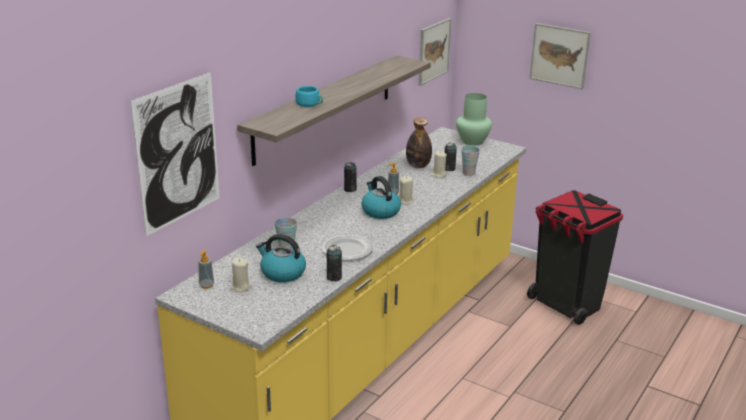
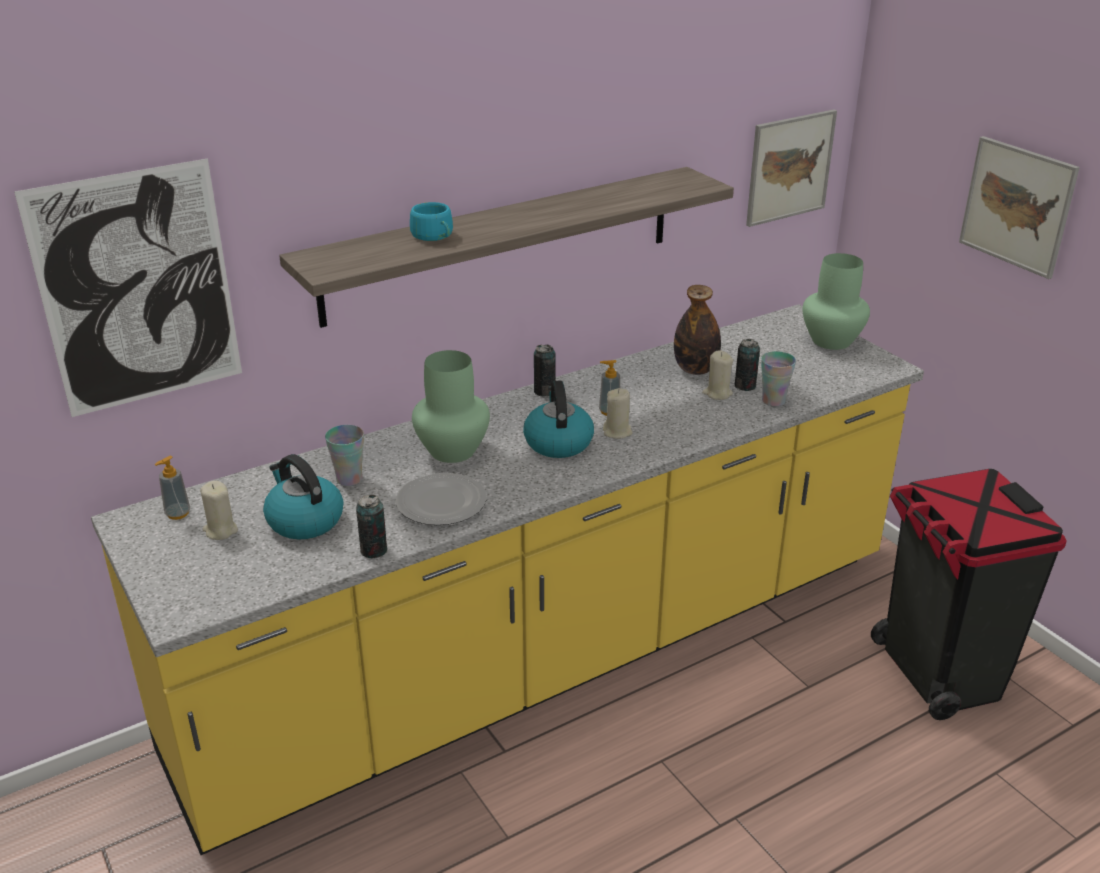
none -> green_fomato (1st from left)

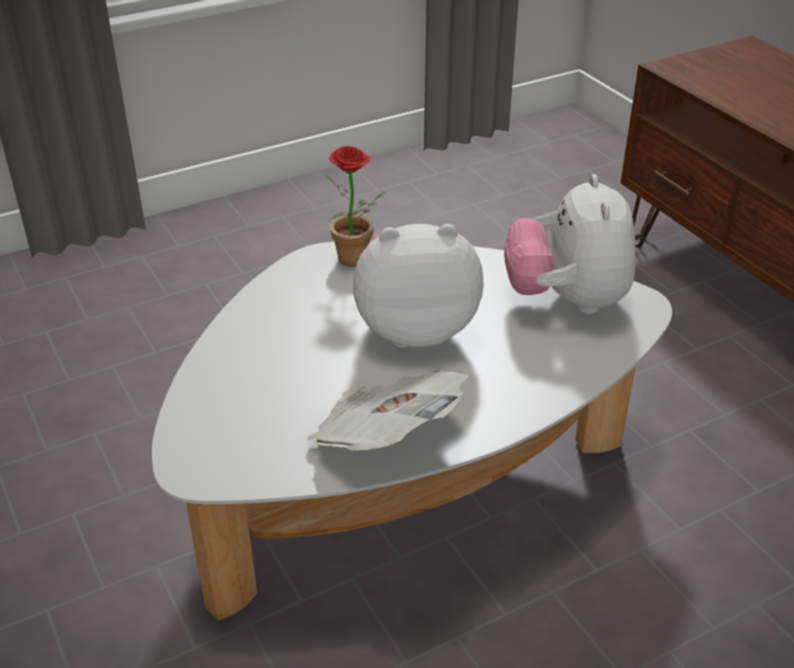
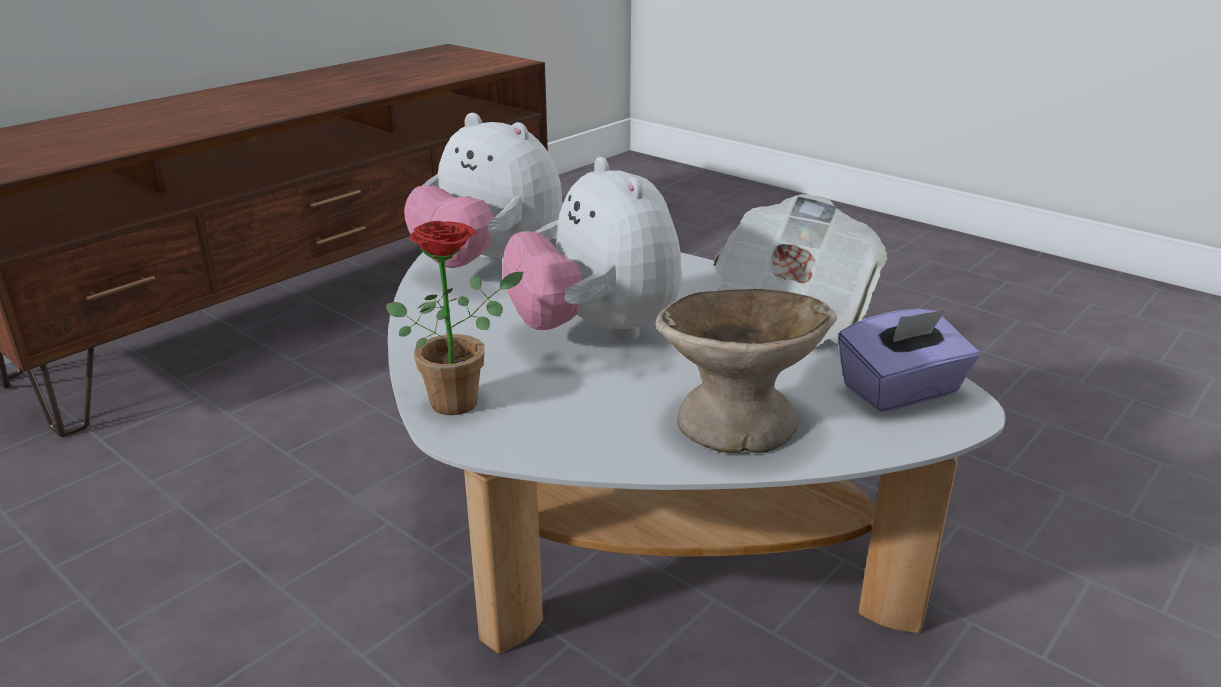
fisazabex (2nd from left in the first image) -> fisazabex (1st from left), 60 degrees clockwise
none -> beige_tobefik
none -> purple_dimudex

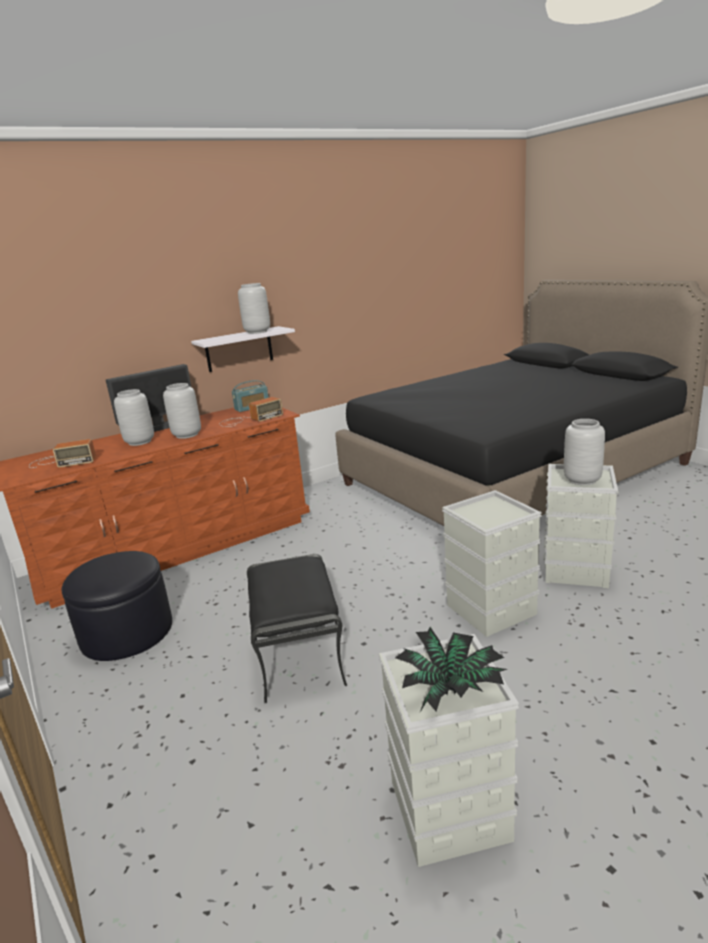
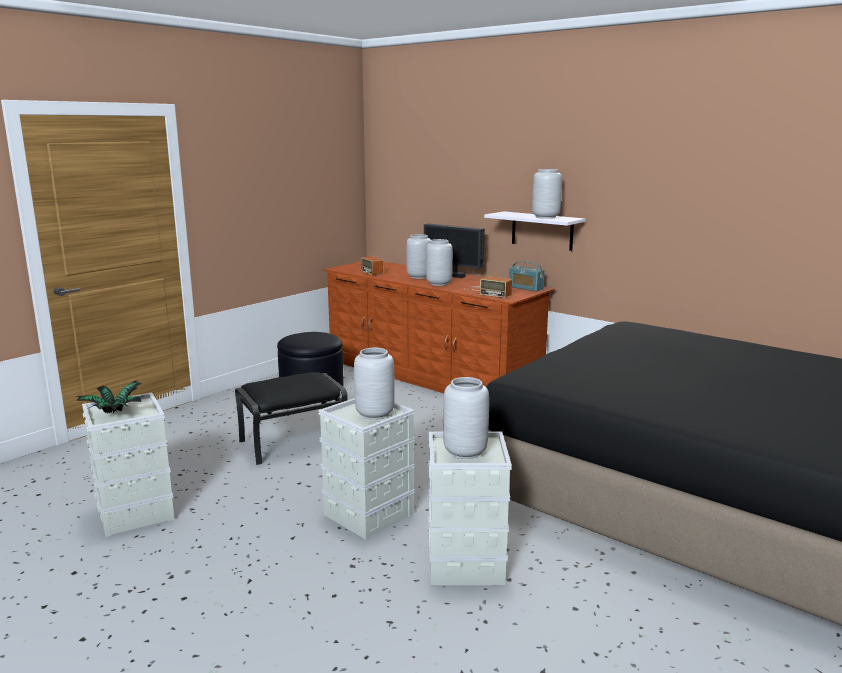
none -> grey_fomato (1st from left)

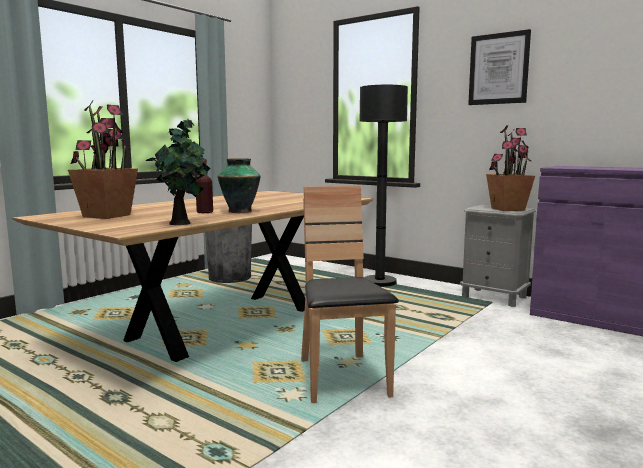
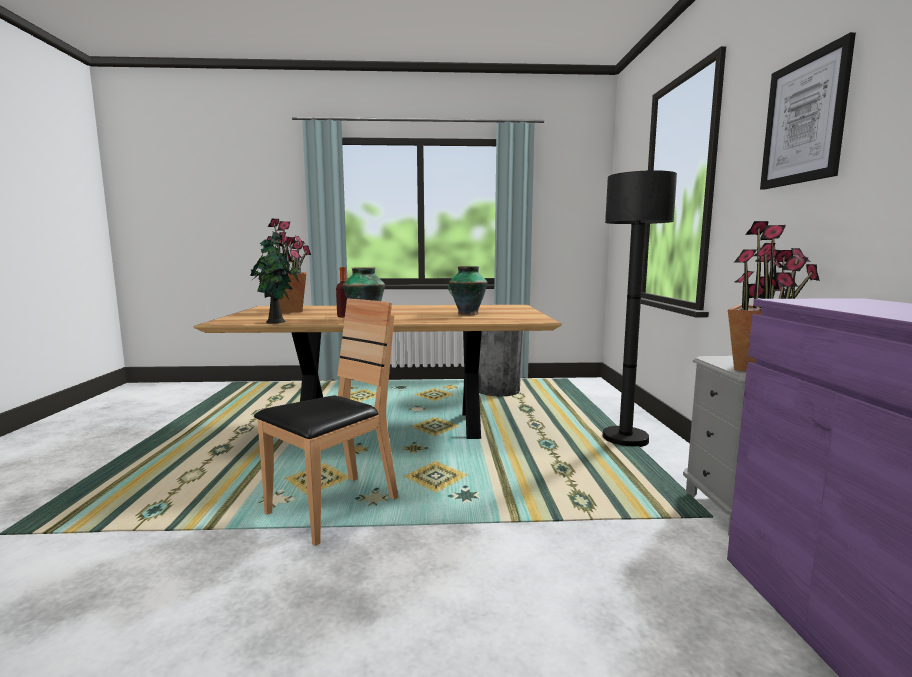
none -> fomato (2nd from left)

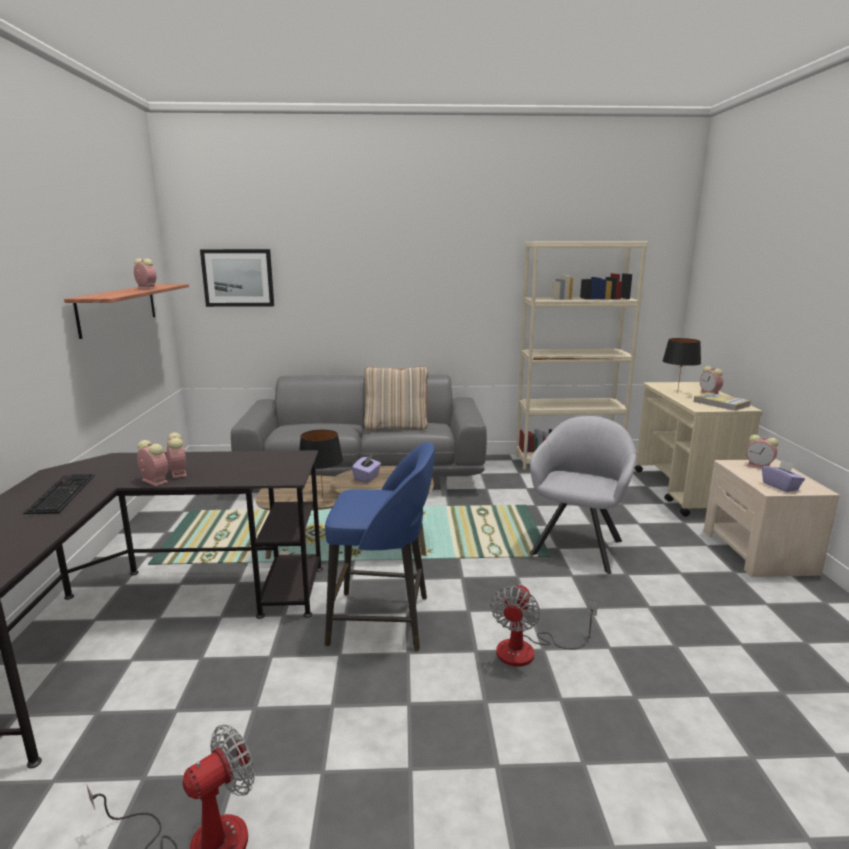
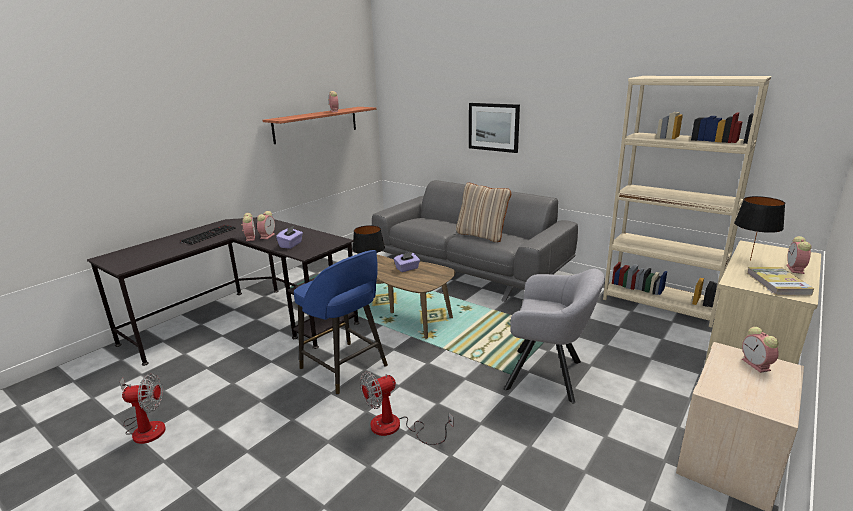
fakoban, moved
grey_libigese, 45 degrees clockwise
purple_dimudex (2nd from left in the first image) -> purple_dimudex (1st from left), moved

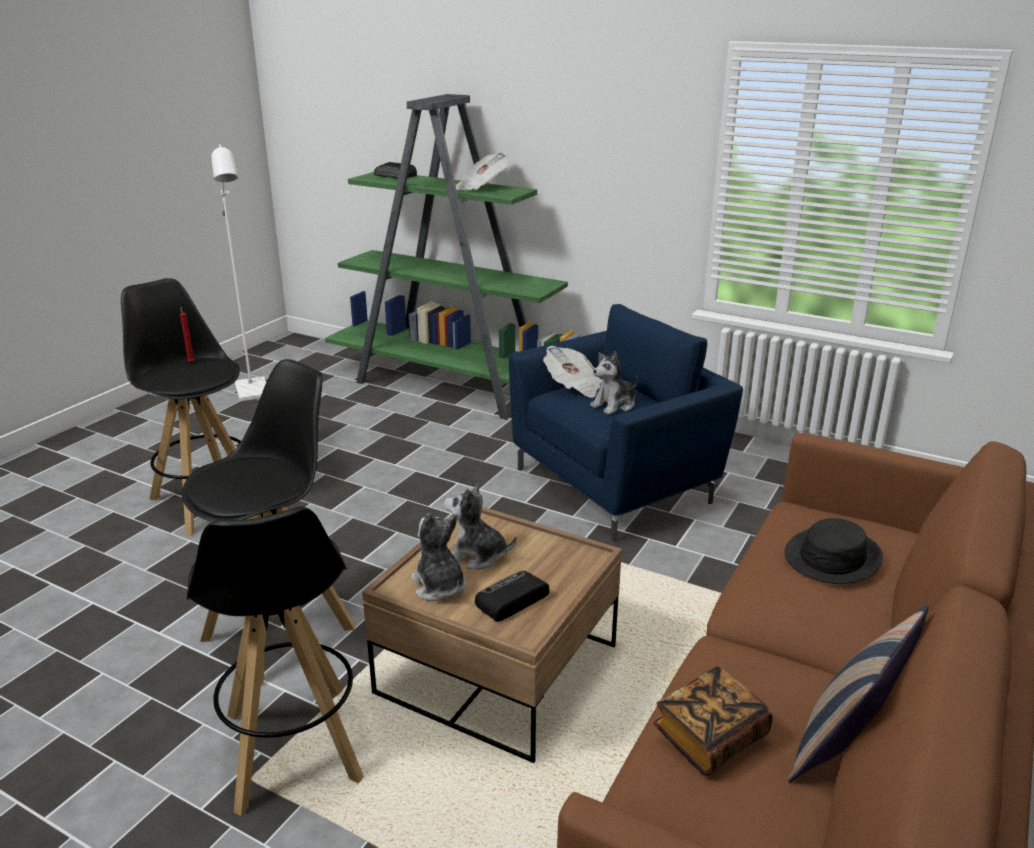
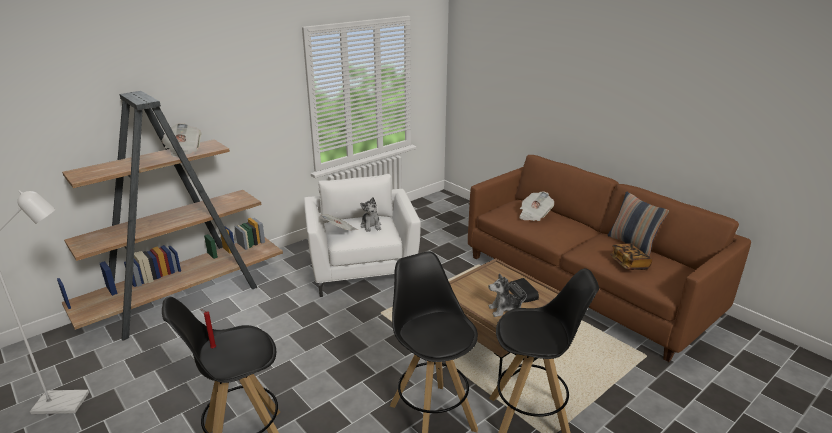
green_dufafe -> brown_dufafe
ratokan (1st from left) -> none
blue_libigese -> white_libigese
fisazabex (2nd from left) -> none
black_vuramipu -> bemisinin (3rd from left)

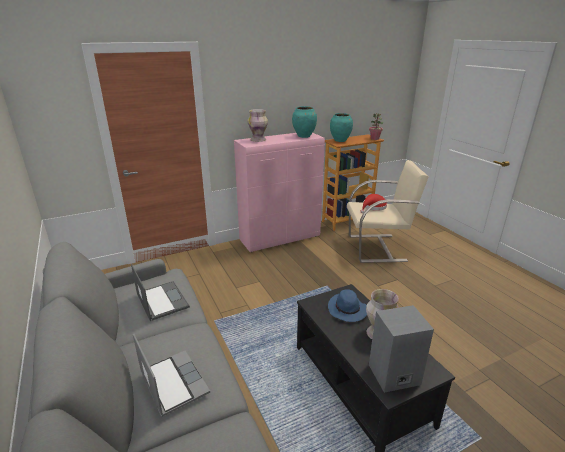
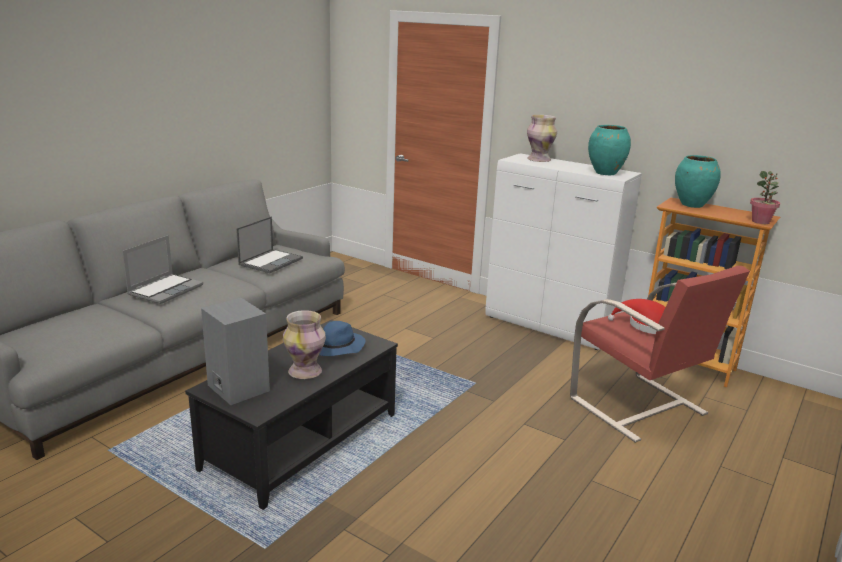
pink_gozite -> white_gozite
beige_libigese -> red_libigese

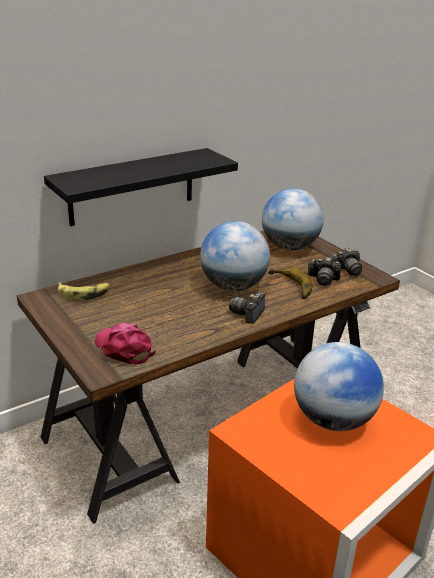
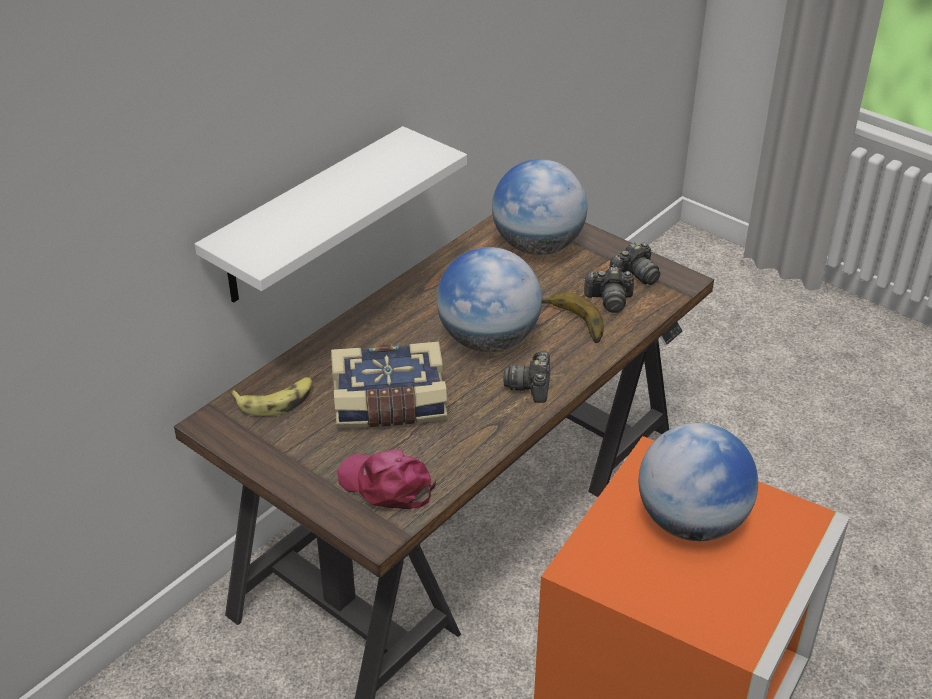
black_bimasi -> white_bimasi
none -> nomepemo

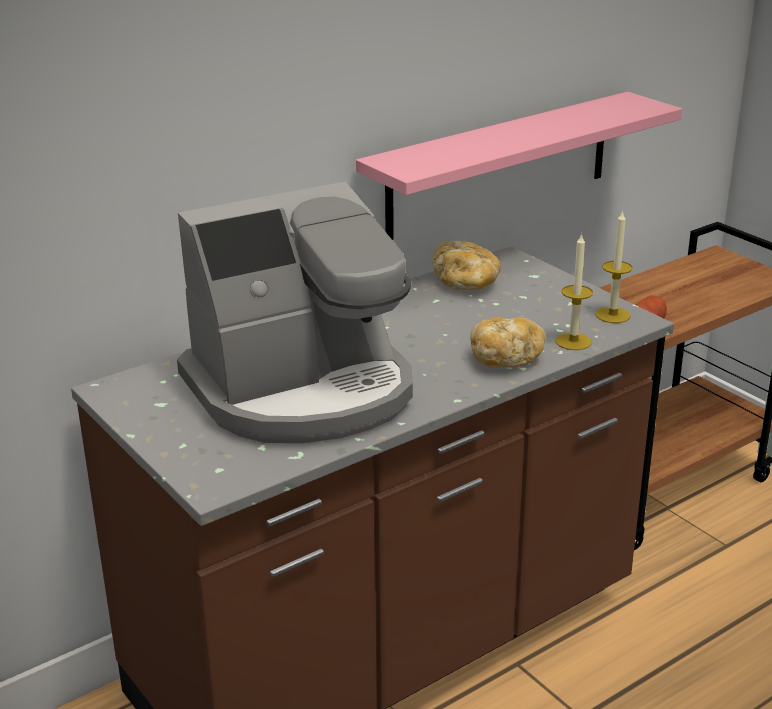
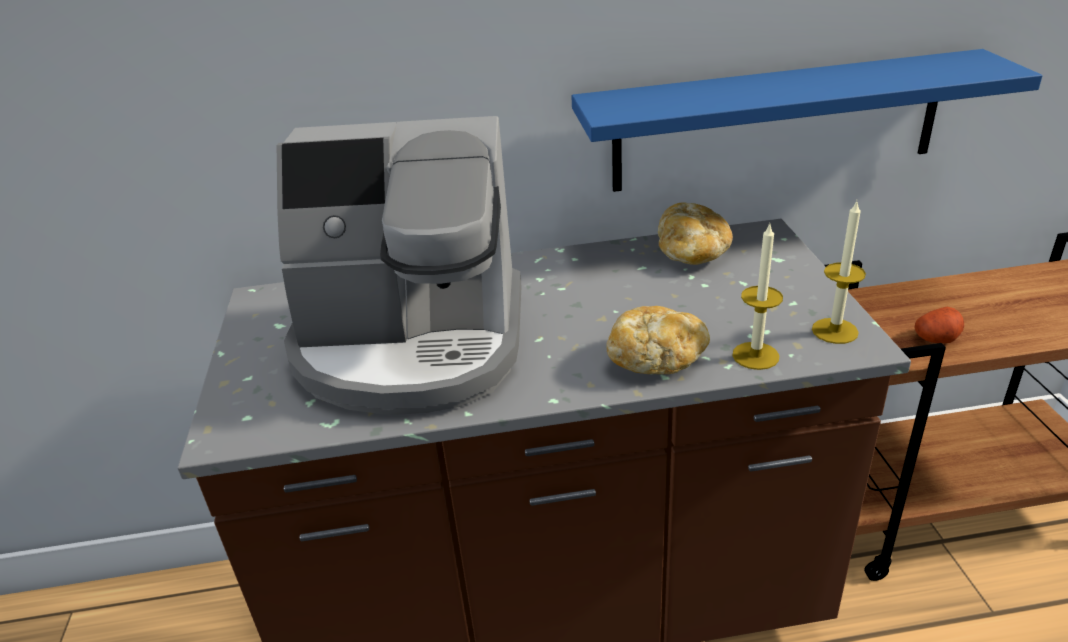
pink_bimasi -> blue_bimasi

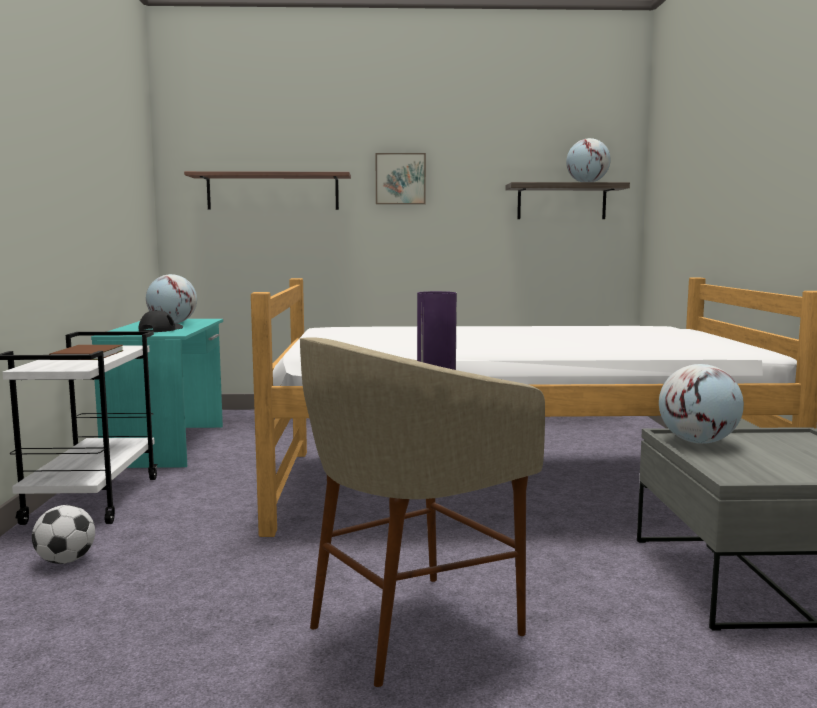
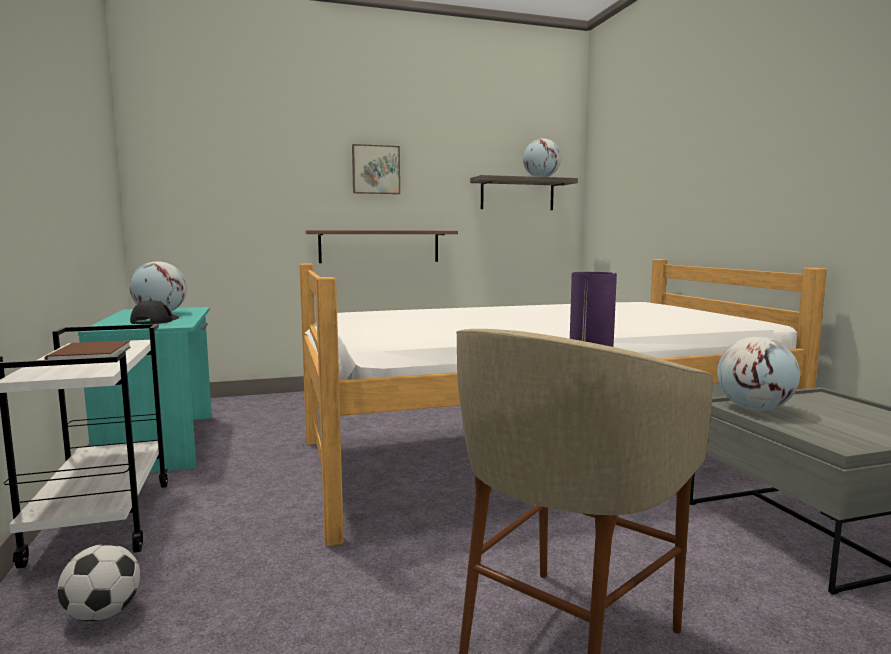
bimasi (1st from left), moved

